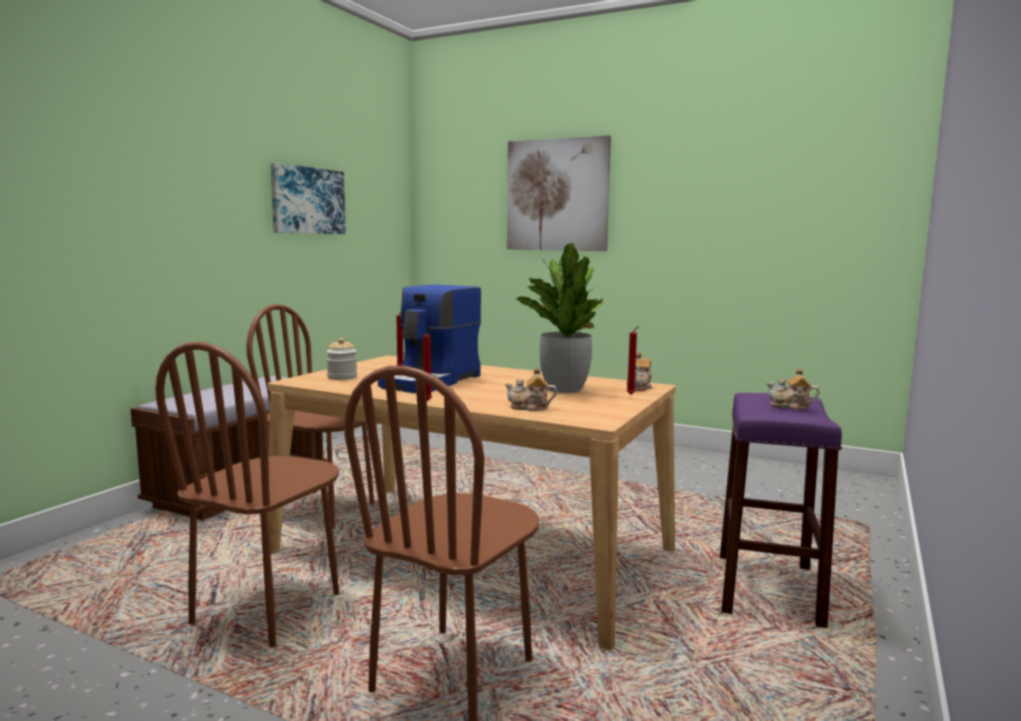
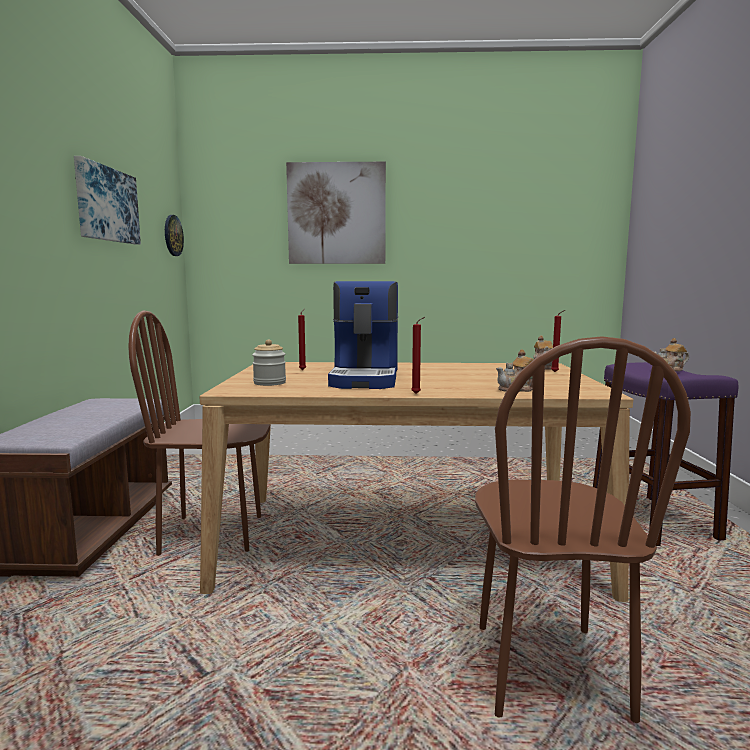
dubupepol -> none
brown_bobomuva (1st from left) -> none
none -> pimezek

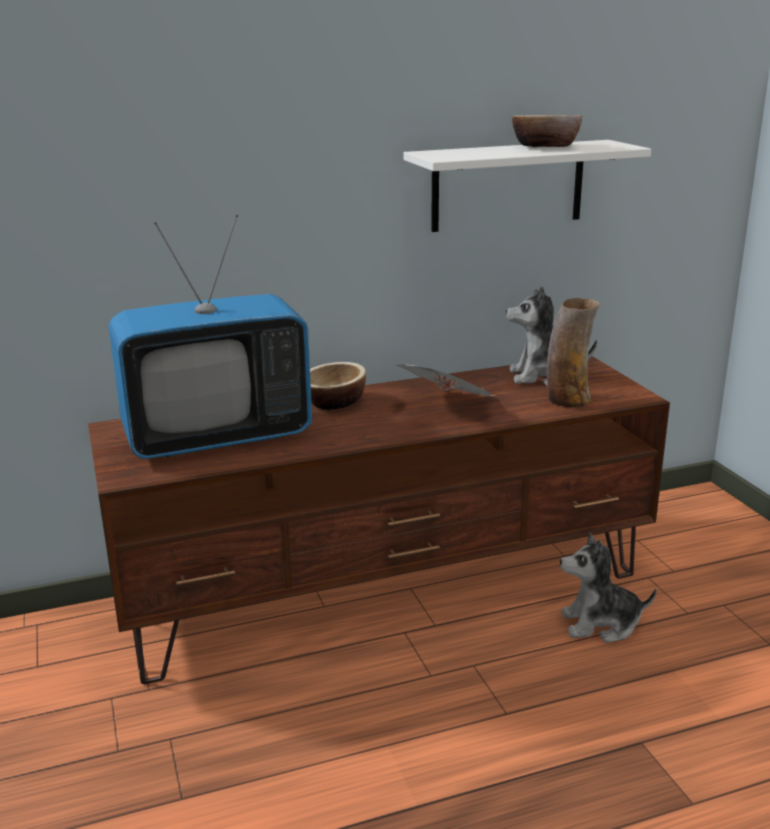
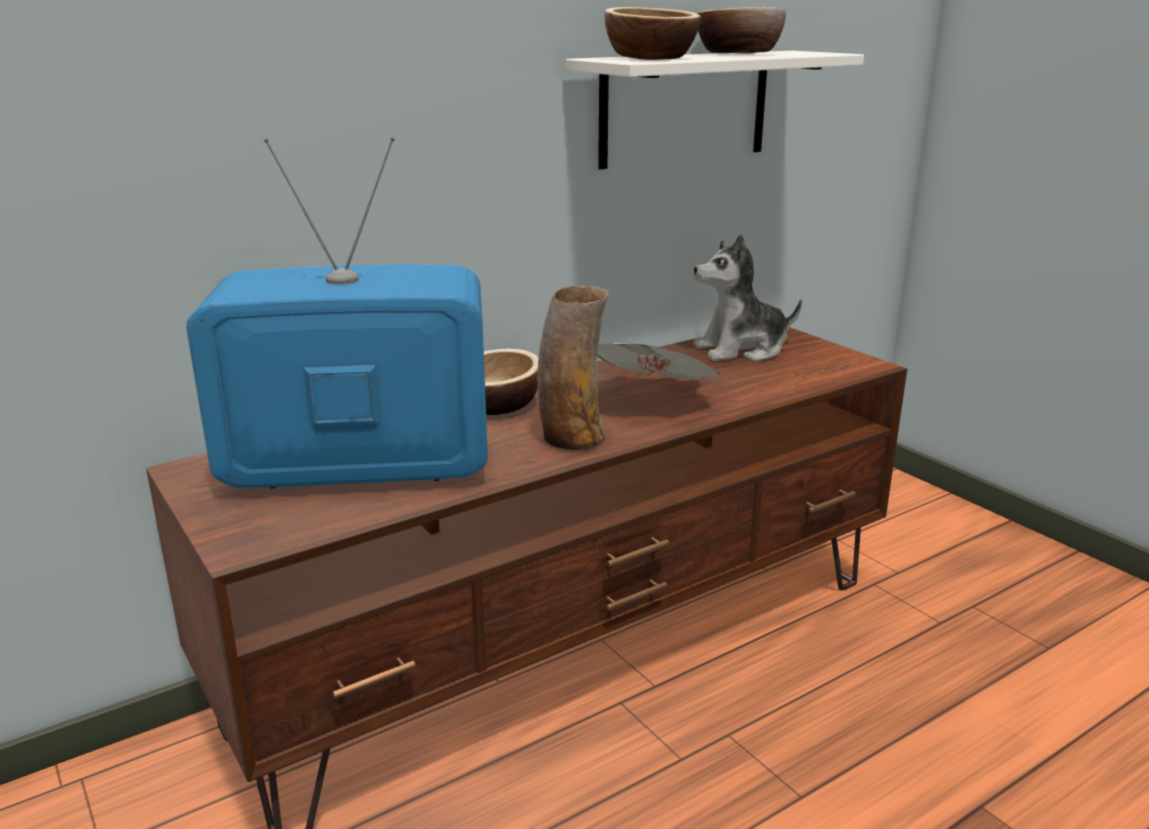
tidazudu, 150 degrees counterclockwise
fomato, moved
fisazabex (2nd from left) -> none
none -> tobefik (2nd from left)

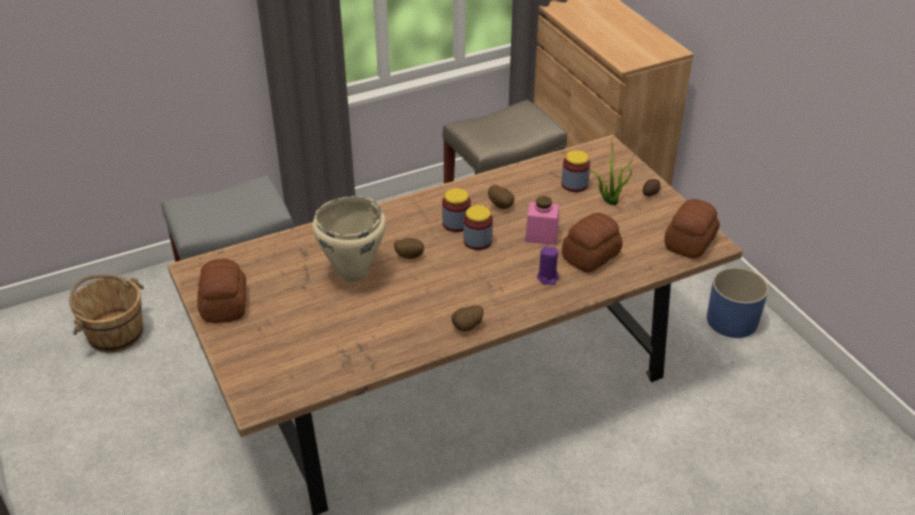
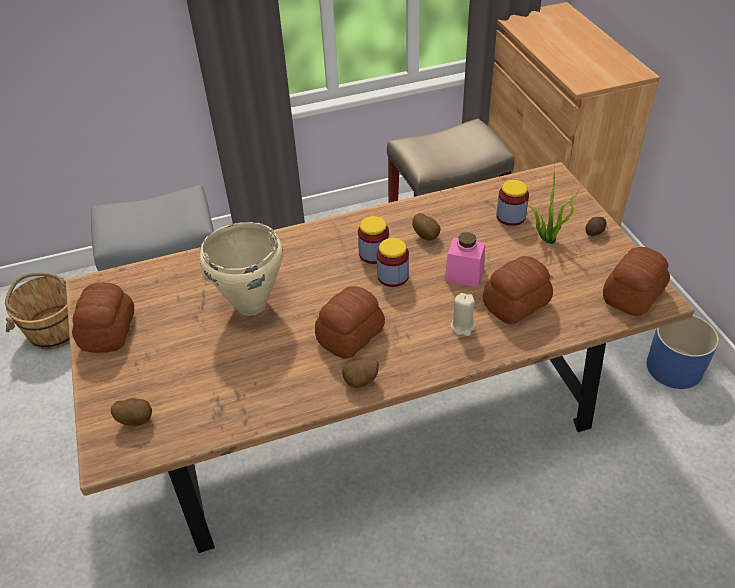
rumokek (1st from left), moved
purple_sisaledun -> beige_sisaledun
none -> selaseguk (2nd from left)

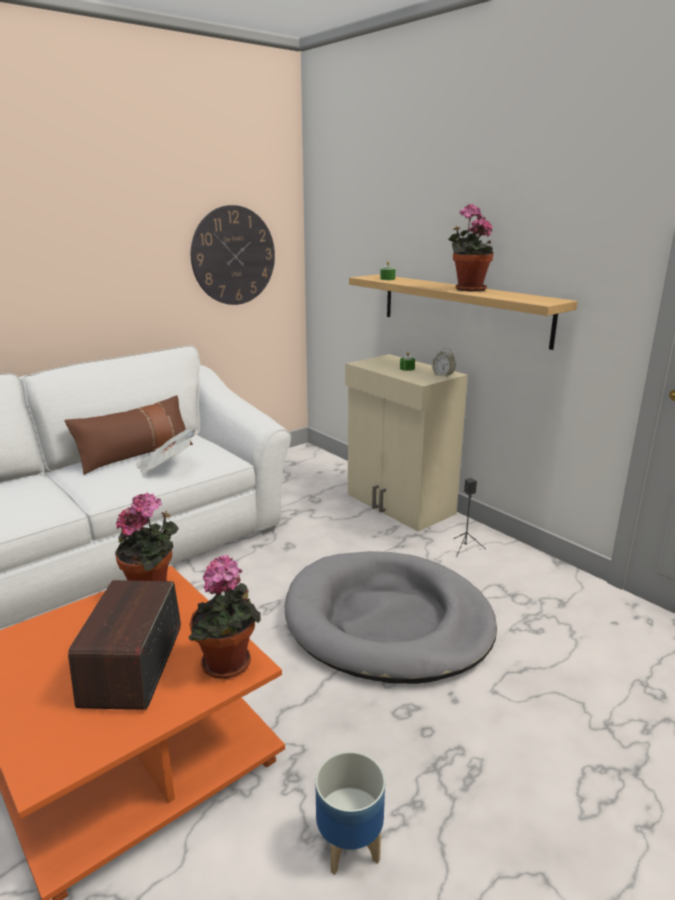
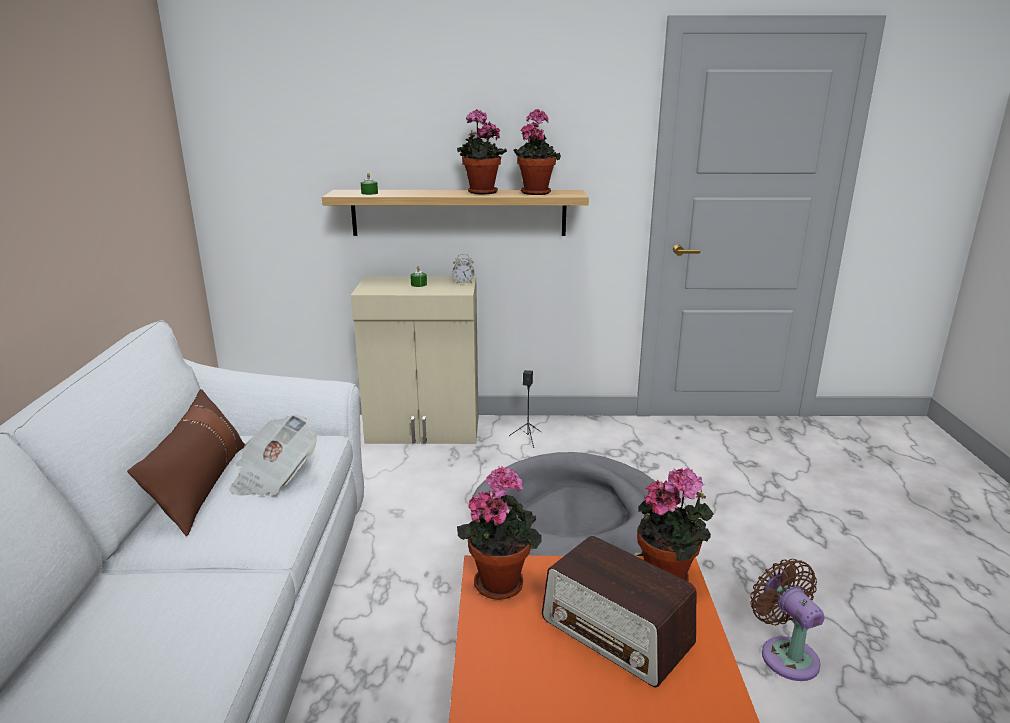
pimezek -> none
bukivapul -> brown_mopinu
none -> dubupepol (3rd from left)

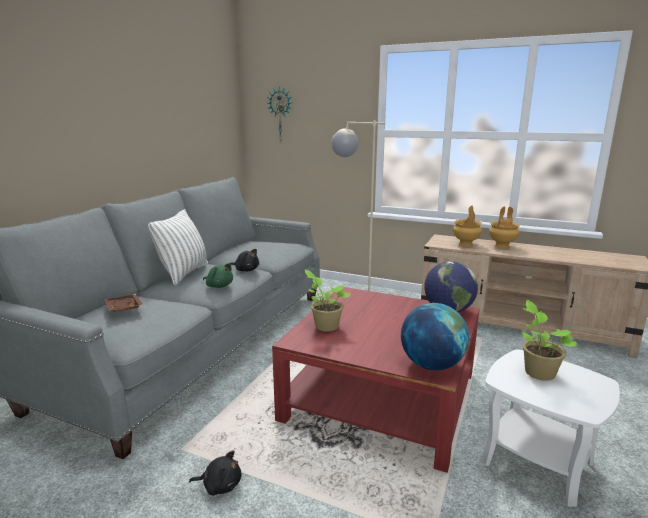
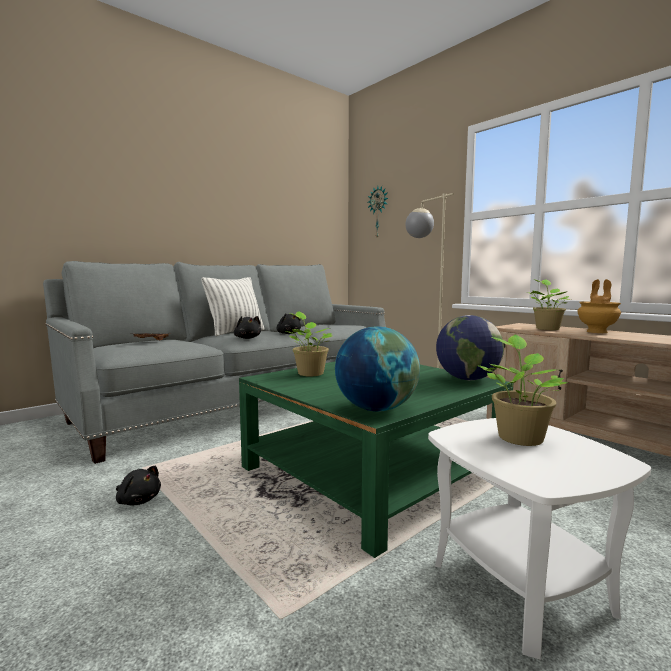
brown_fomato (1st from left) -> dubupepol (3rd from left)
green_fisazabex -> black_fisazabex (2nd from left)
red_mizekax -> green_mizekax

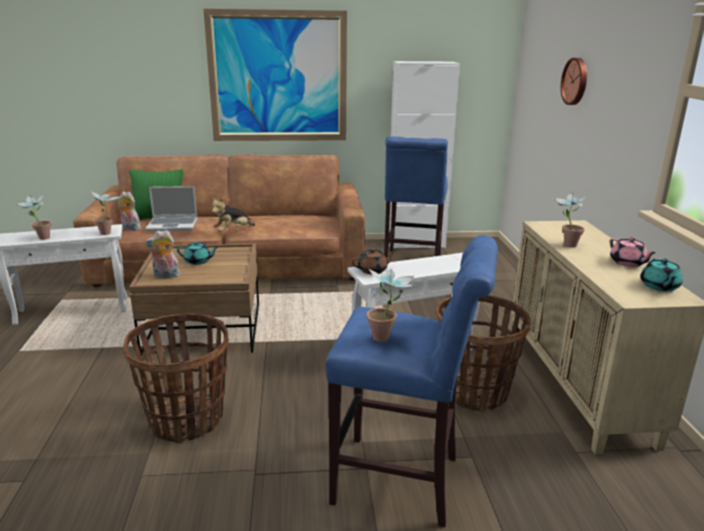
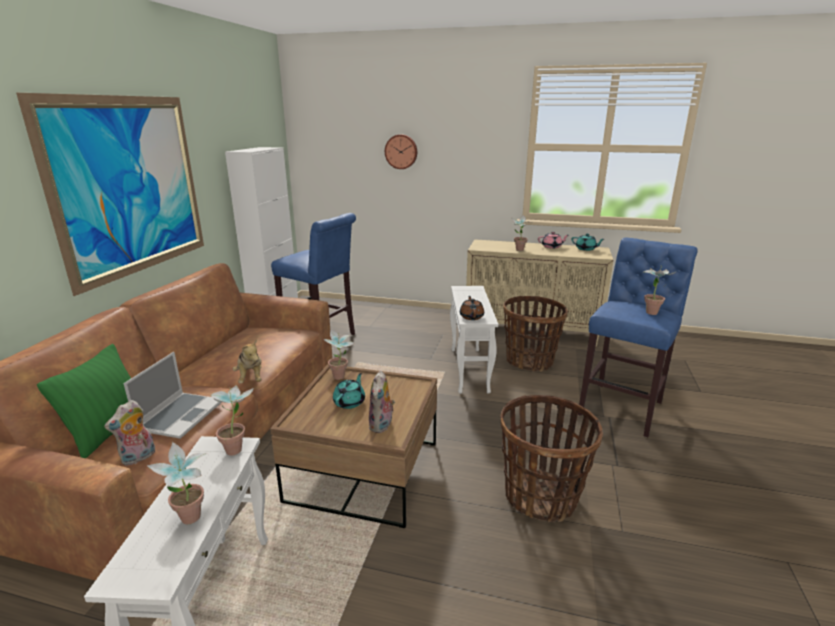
none -> dubupepol (3rd from left)

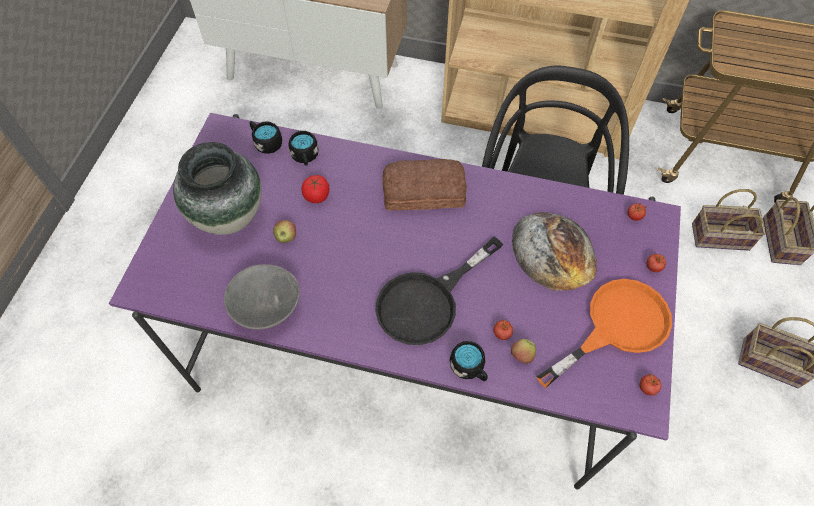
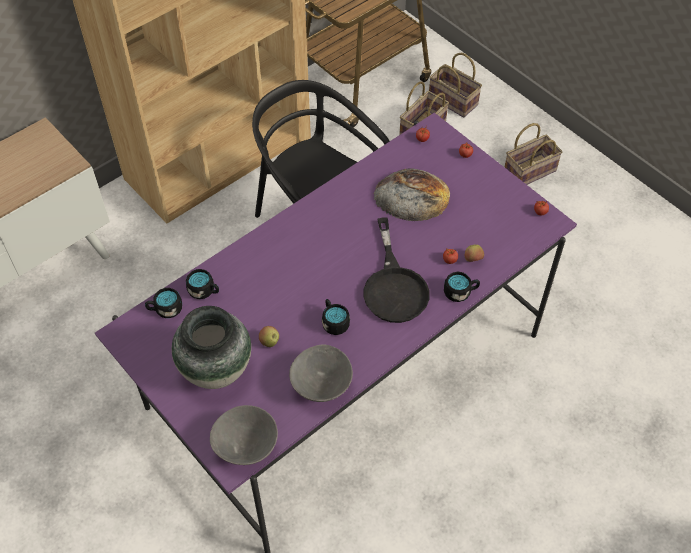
selaseguk (1st from left) -> none
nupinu (1st from left) -> none
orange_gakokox -> none
none -> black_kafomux (3rd from left)
none -> grey_tobefik (1st from left)

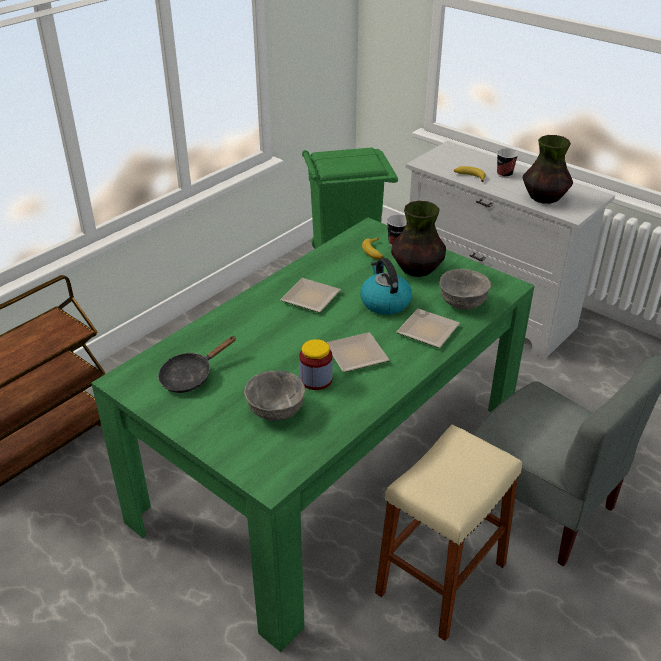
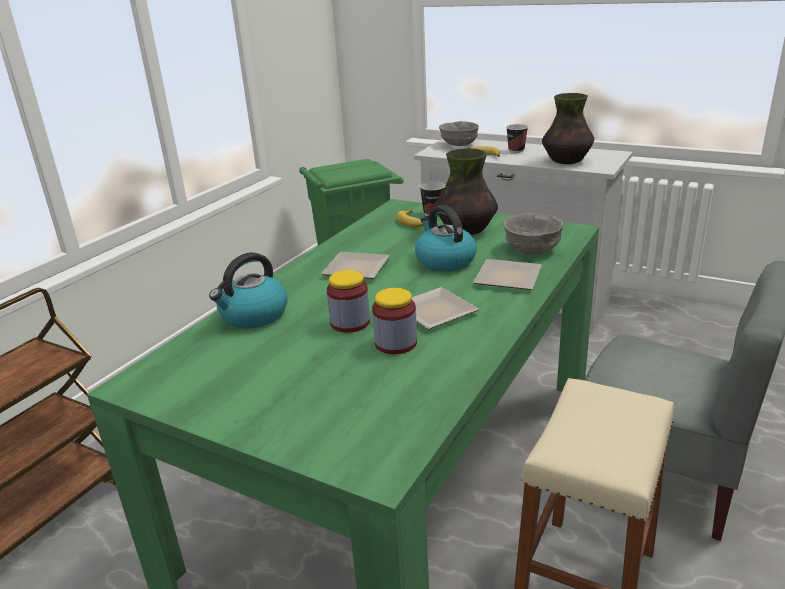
black_gakokox -> none
grey_tobefik (1st from left), moved
none -> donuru (1st from left)
none -> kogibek (1st from left)

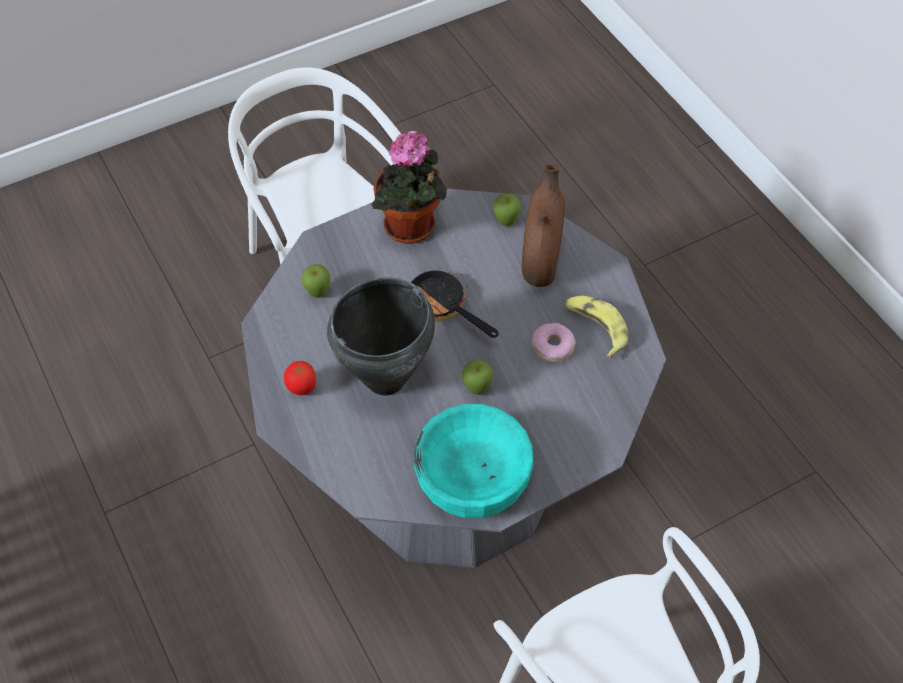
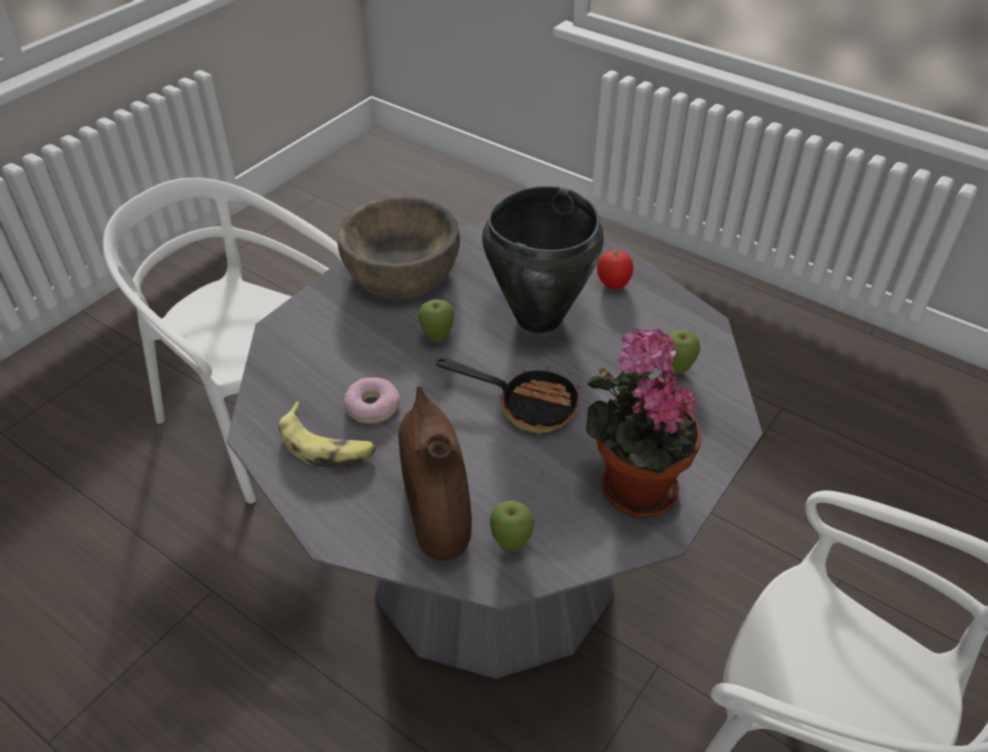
turquoise_tobefik -> brown_tobefik

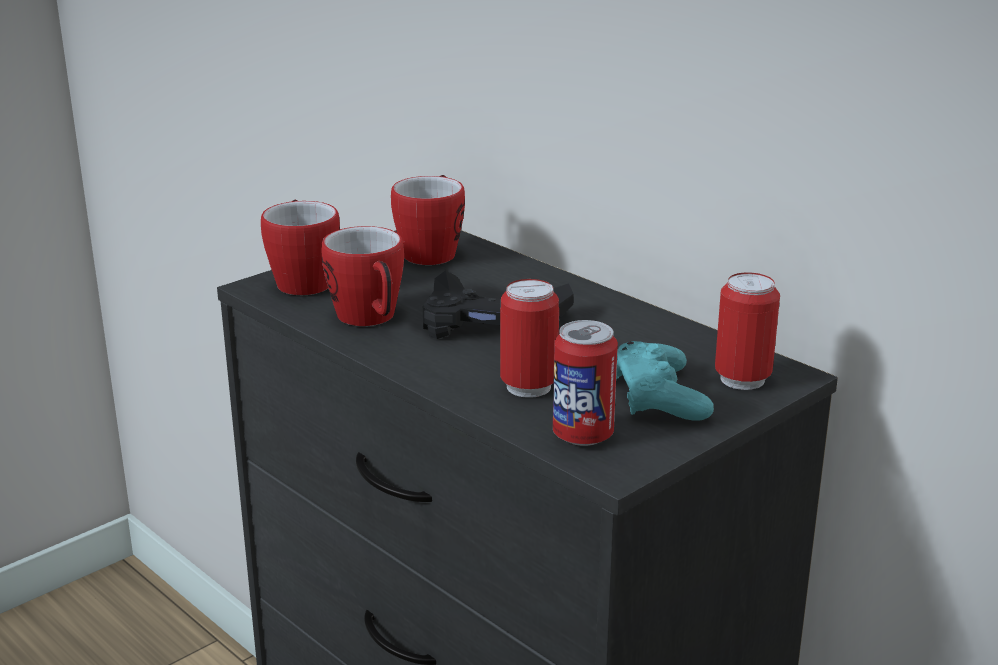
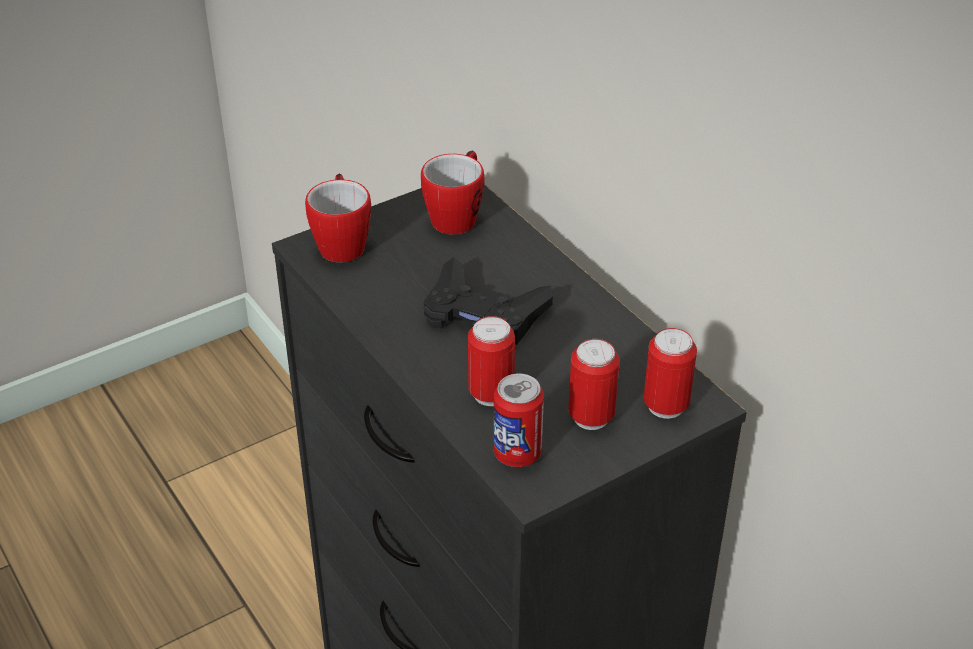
kafomux (2nd from left) -> none
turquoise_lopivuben -> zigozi (3rd from left)

